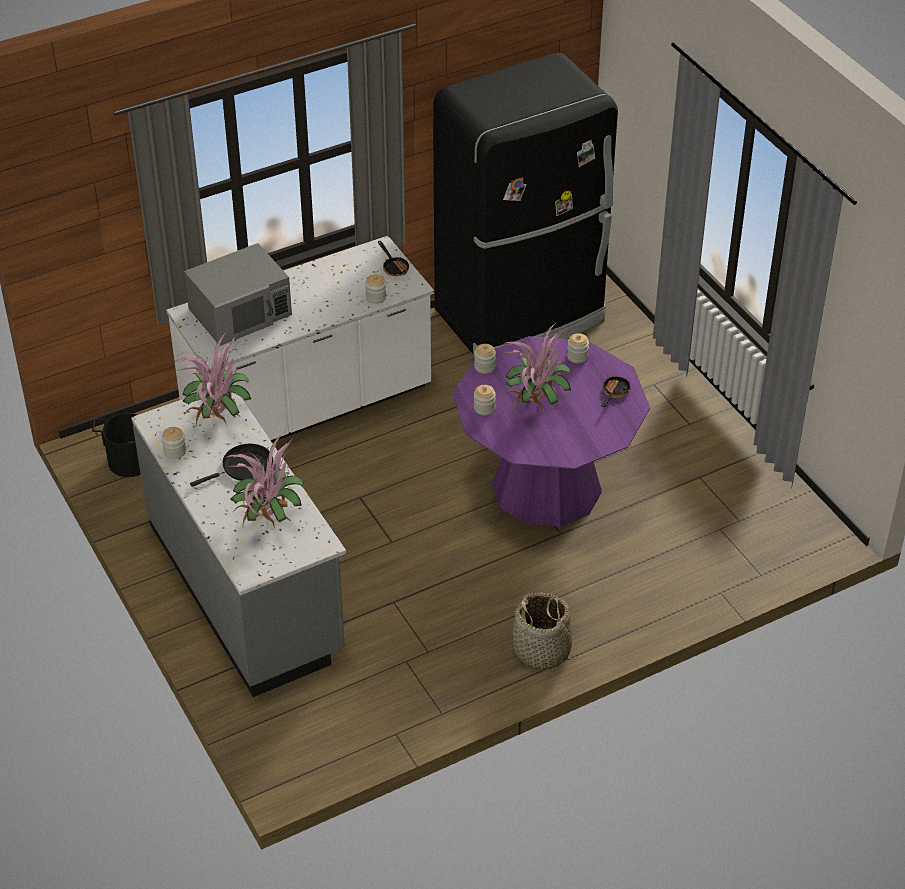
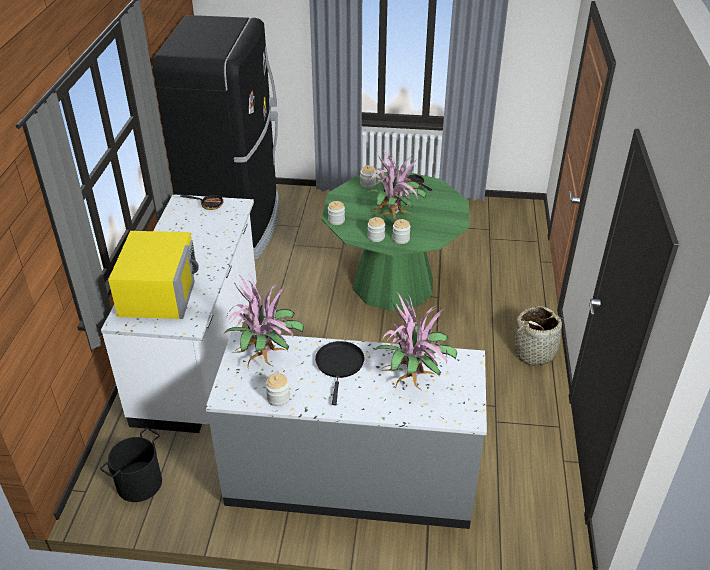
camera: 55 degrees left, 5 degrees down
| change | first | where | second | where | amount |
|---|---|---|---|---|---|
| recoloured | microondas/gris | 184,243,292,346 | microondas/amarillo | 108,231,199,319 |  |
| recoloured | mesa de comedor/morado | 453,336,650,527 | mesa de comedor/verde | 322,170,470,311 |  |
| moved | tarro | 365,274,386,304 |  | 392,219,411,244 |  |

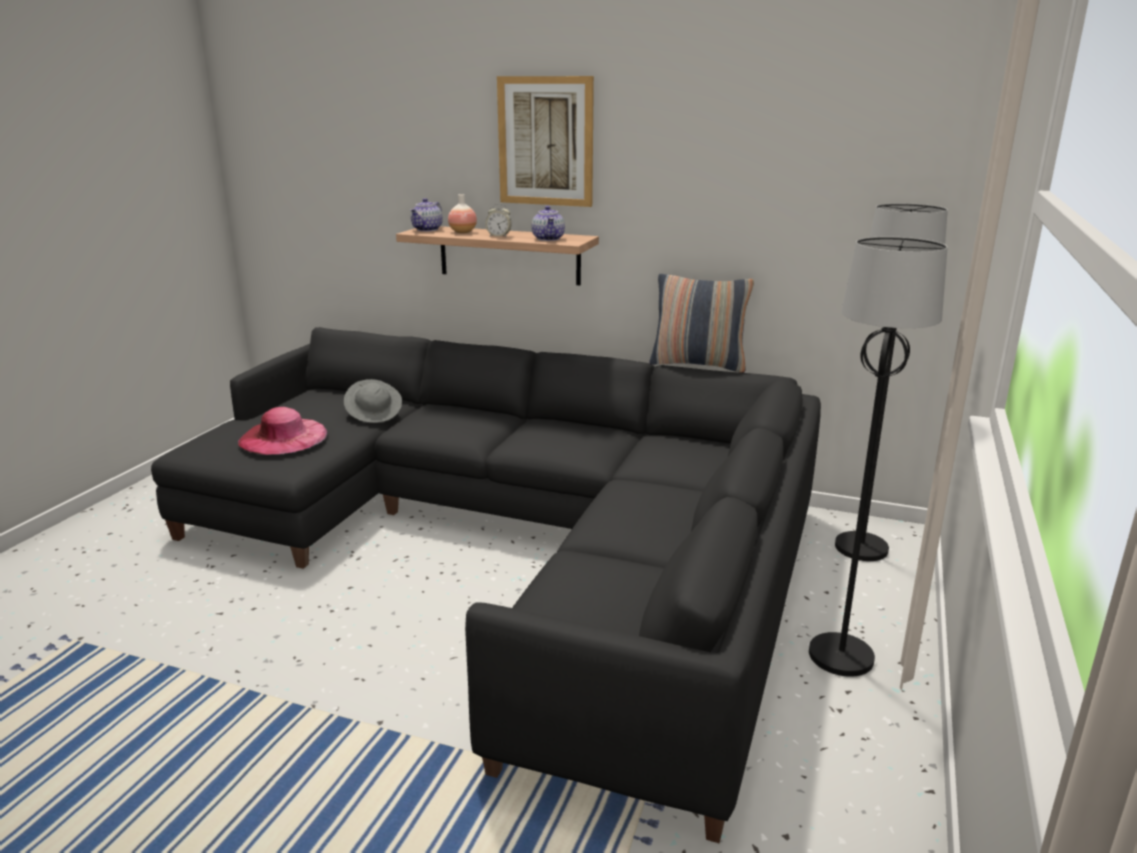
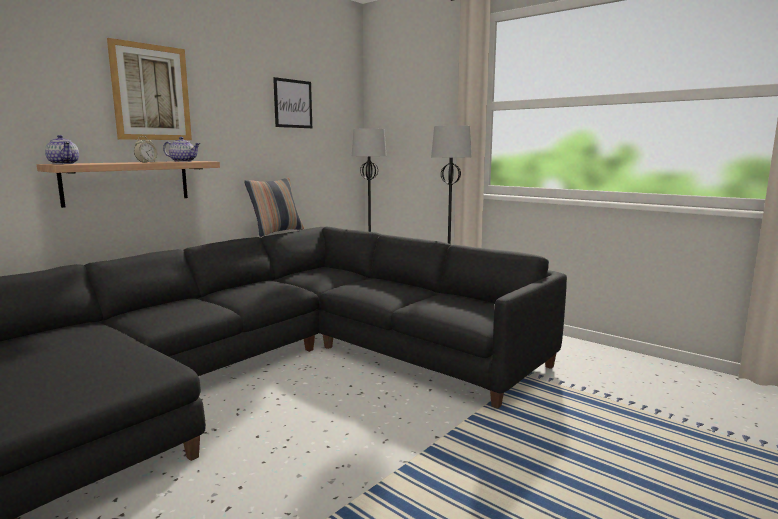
camera: 70 degrees left, 10 degrees down
| change | first | where | second | where | amount |
|---|---|---|---|---|---|
| added |  |  | cuadro | 273,77,312,128 |  |
| removed | sombrero/rosa | 238,407,327,455 |  |  |  |
| removed | sombrero/gris | 344,379,402,423 |  |  |  |
| removed | florero | 448,194,477,233 |  |  |  |

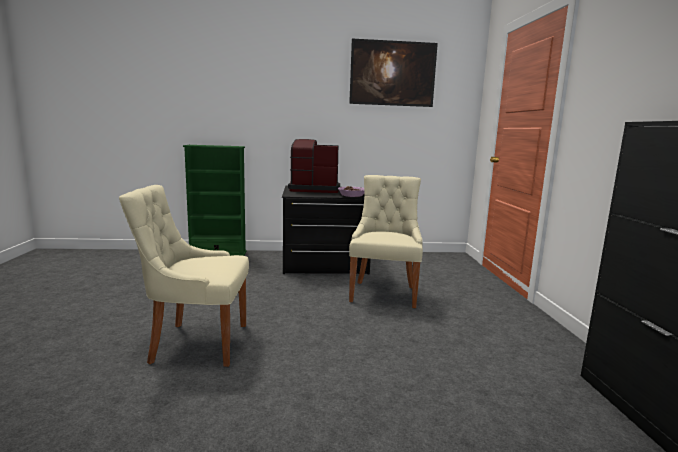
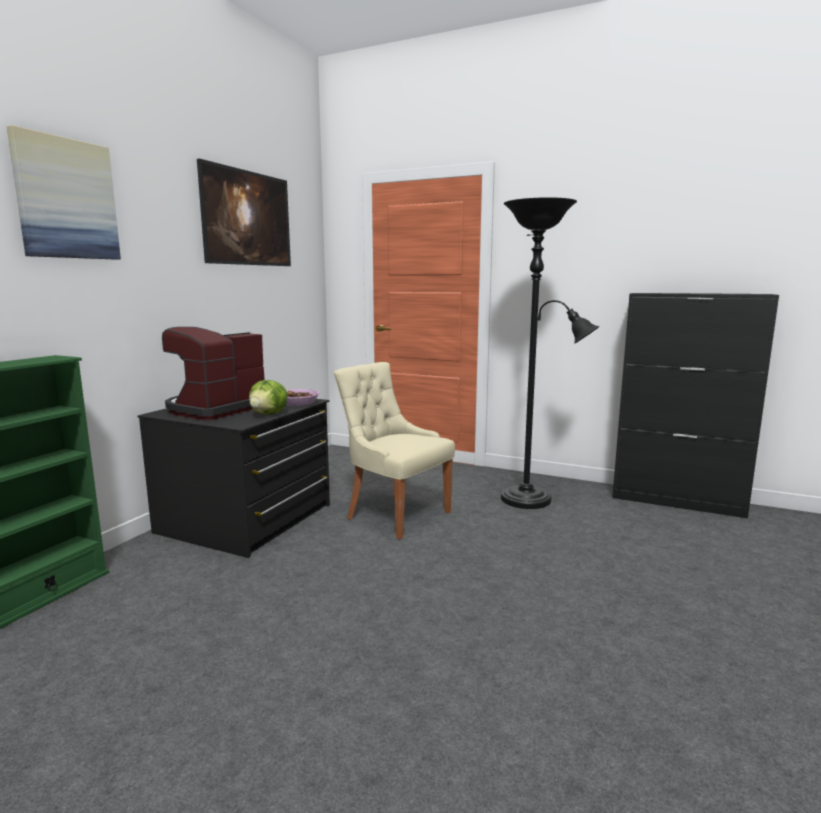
camera: 60 degrees left, 0 degrees up
| change | first | where | second | where | amount |
|---|---|---|---|---|---|
| added |  |  | cuadro | 7,125,121,260 |  |
| added |  |  | lechuga | 249,380,288,415 |  |
| added |  |  | lámpara de pie/negro | 501,197,600,509 |  |
| removed | silla/beis | 119,185,249,367 |  |  |  |

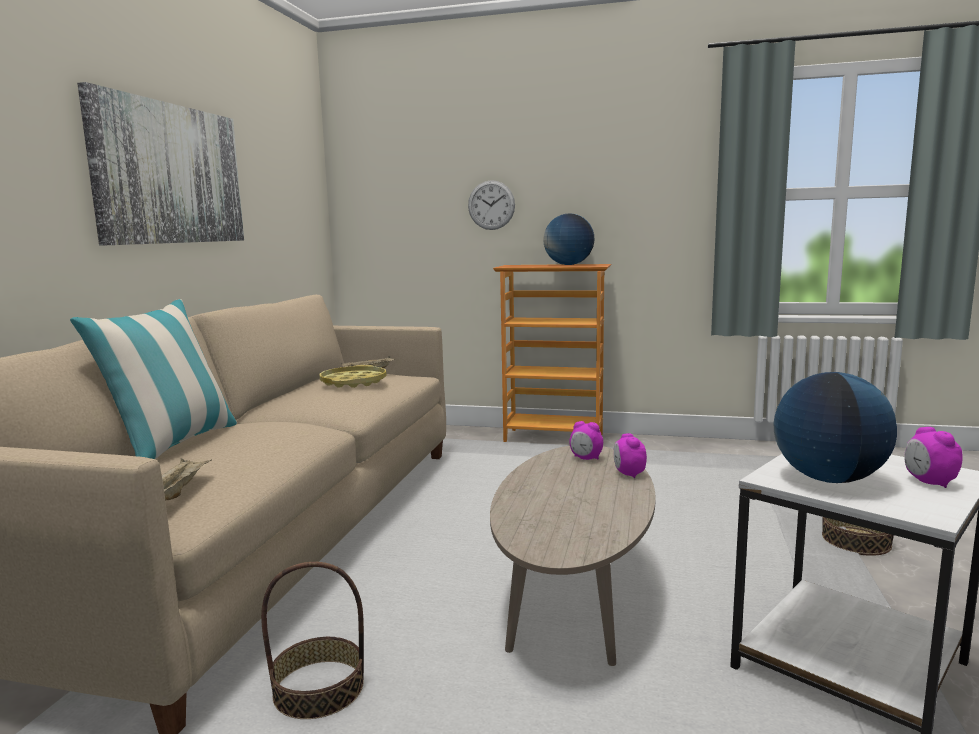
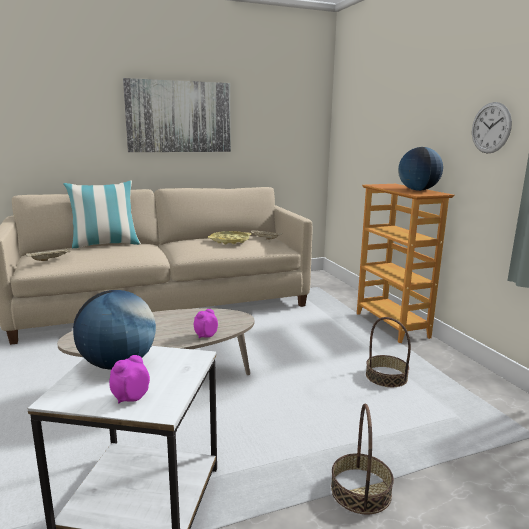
camera: 55 degrees right, 5 degrees up
| change | first | where | second | where | amount |
|---|---|---|---|---|---|
| moved | cesta | 261,562,364,719 |  | 366,317,411,387 |  |
| moved | reloj de pared | 468,180,515,230 |  | 472,102,512,153 |  |
| removed | despertador | 569,421,603,460 |  |  |  |

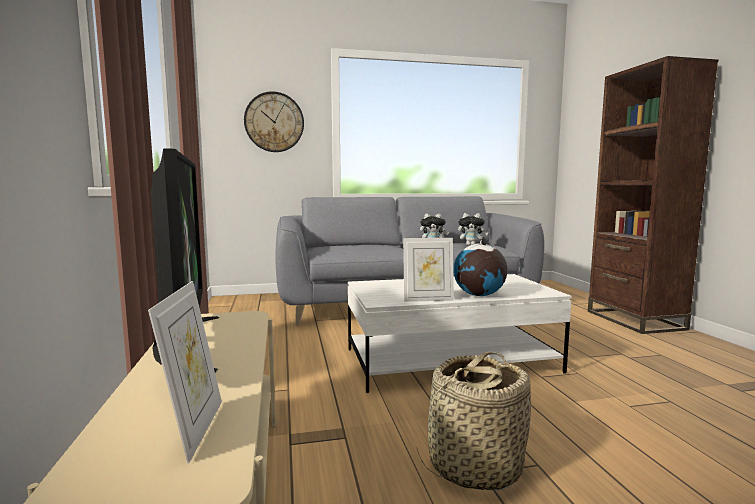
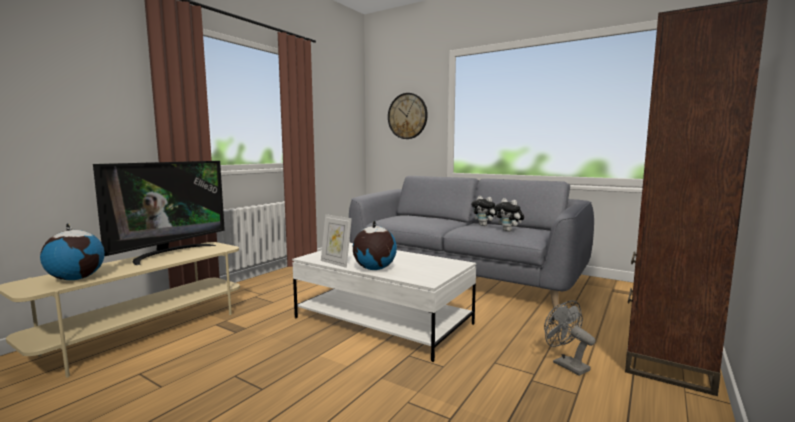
camera: 45 degrees right, 0 degrees up
| change | first | where | second | where | amount |
|---|---|---|---|---|---|
| replaced | portarretratos | 148,281,222,464 | globo terráqueo | 40,223,105,280 |  |
| added |  |  | ventilador/gris | 544,300,596,376 |  |
| removed | cesta | 416,352,531,490 |  |  |  |

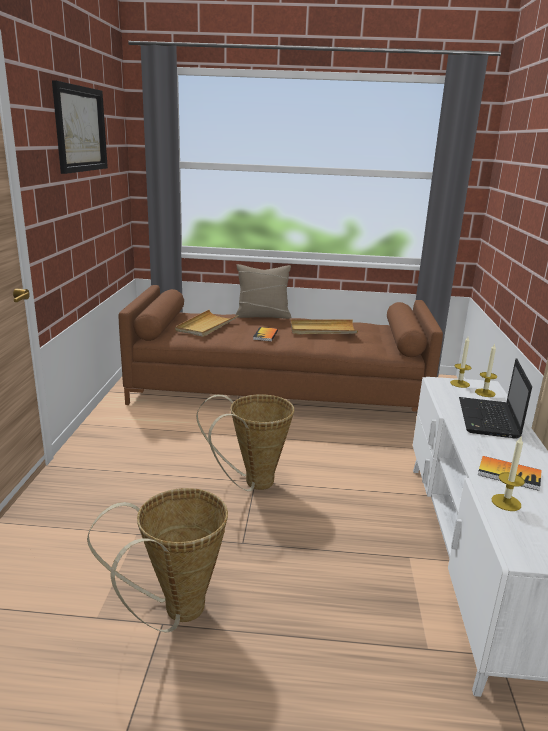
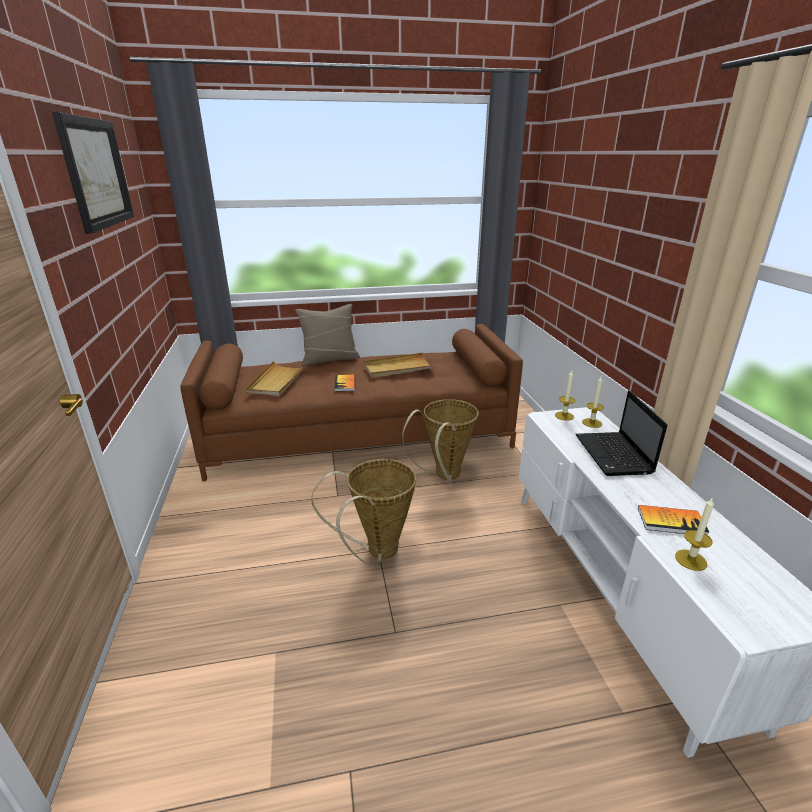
camera: 15 degrees left, 5 degrees up
| change | first | where | second | where | amount |
|---|---|---|---|---|---|
| moved | cesta | 87,488,228,632 |  | 402,399,479,483 |  |

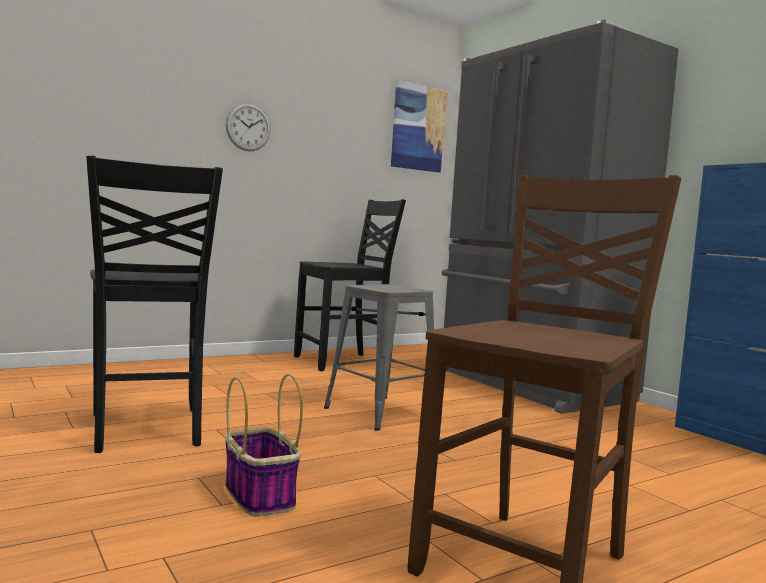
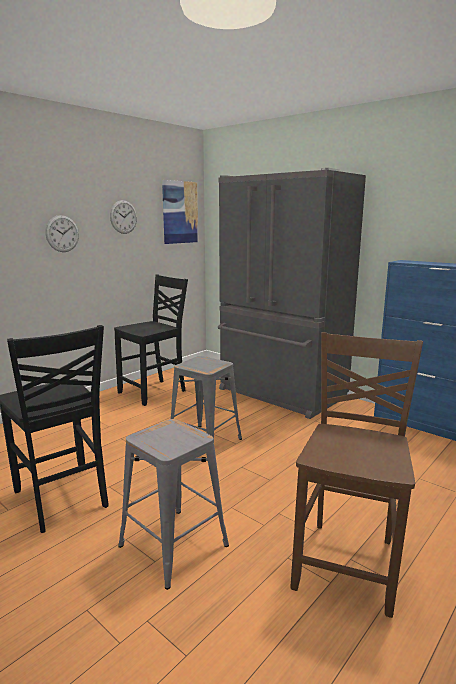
camera: 15 degrees left, 10 degrees up
| change | first | where | second | where | amount |
|---|---|---|---|---|---|
| added |  |  | reloj de pared | 110,200,137,234 |  |
| replaced | cesta | 225,373,303,517 | taburete/gris | 118,419,229,590 |  |

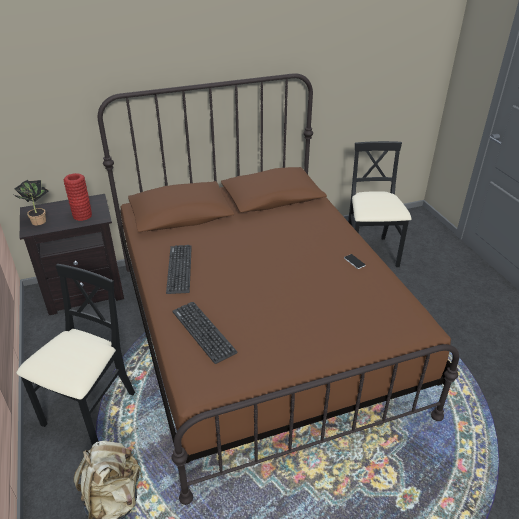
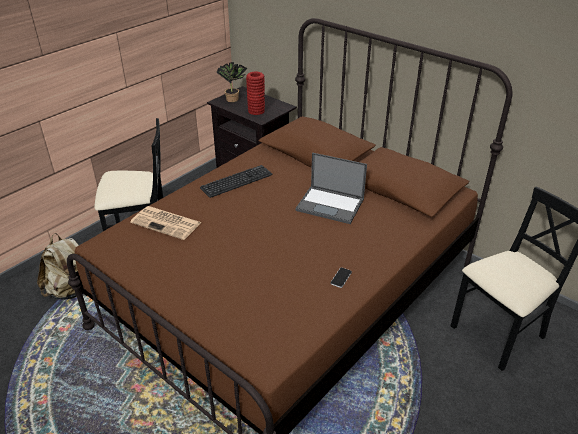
camera: 60 degrees right, 0 degrees up
| change | first | where | second | where | amount |
|---|---|---|---|---|---|
| replaced | teclado | 172,302,238,364 | periódico | 130,206,202,240 |  |
| added |  |  | portátil | 295,152,367,224 |  |

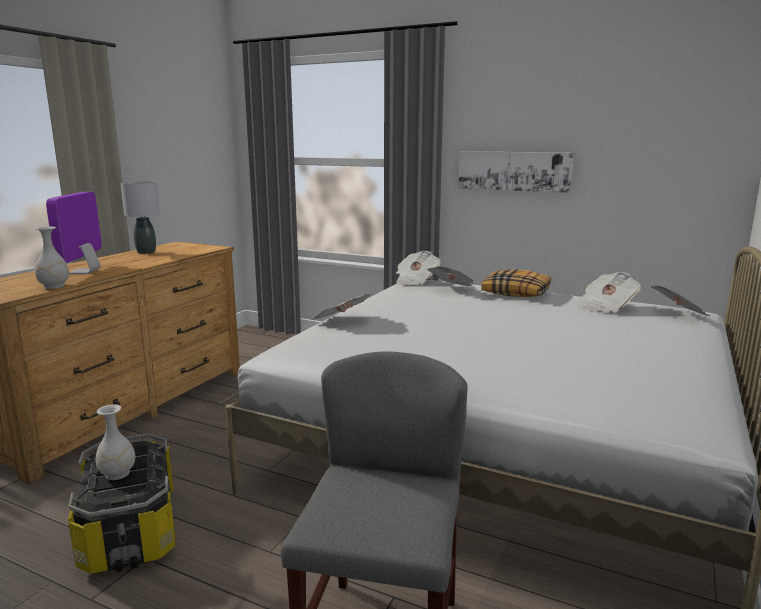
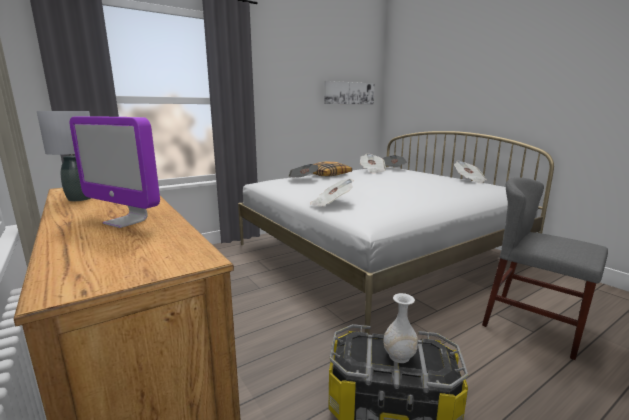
camera: 60 degrees left, 0 degrees up
| change | first | where | second | where | amount |
|---|---|---|---|---|---|
| moved | cuadro | 459,151,574,193 |  | 324,81,375,105 |  |
| moved | periódico | 396,251,440,285 |  | 454,161,487,184 |  |
| removed | florero/blanco | 35,227,69,289 |  |  |  |

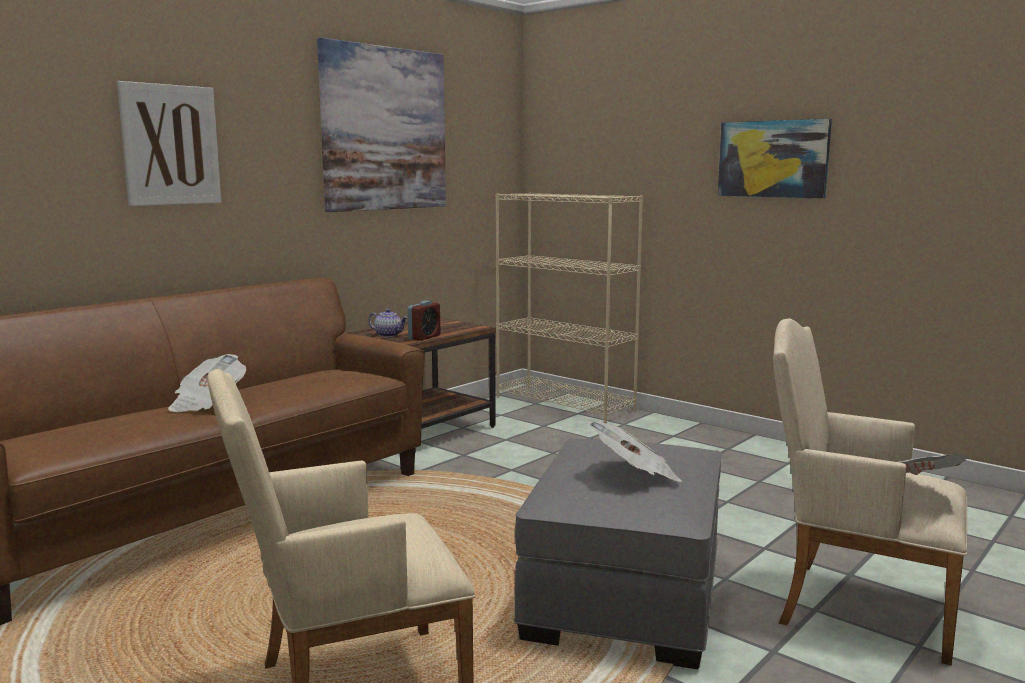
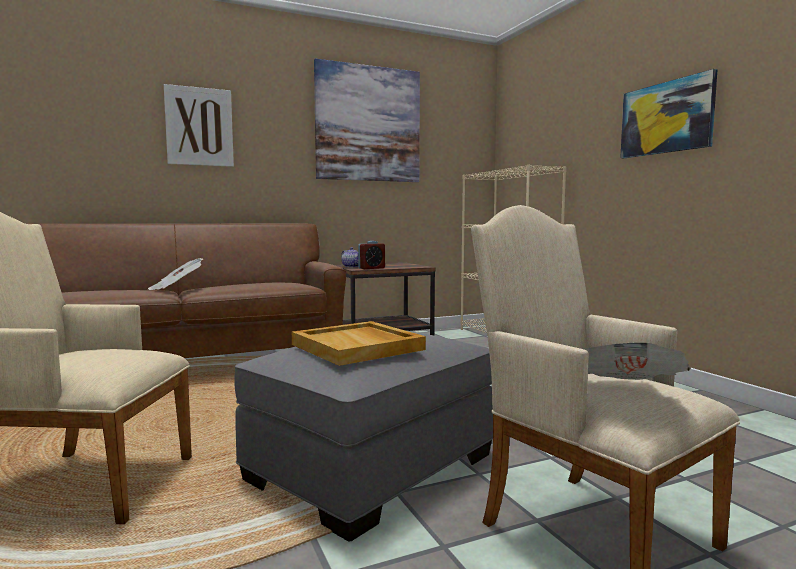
camera: 25 degrees right, 5 degrees down
| change | first | where | second | where | amount |
|---|---|---|---|---|---|
| replaced | periódico | 587,421,683,482 | bandeja/beis | 292,321,426,366 |  |

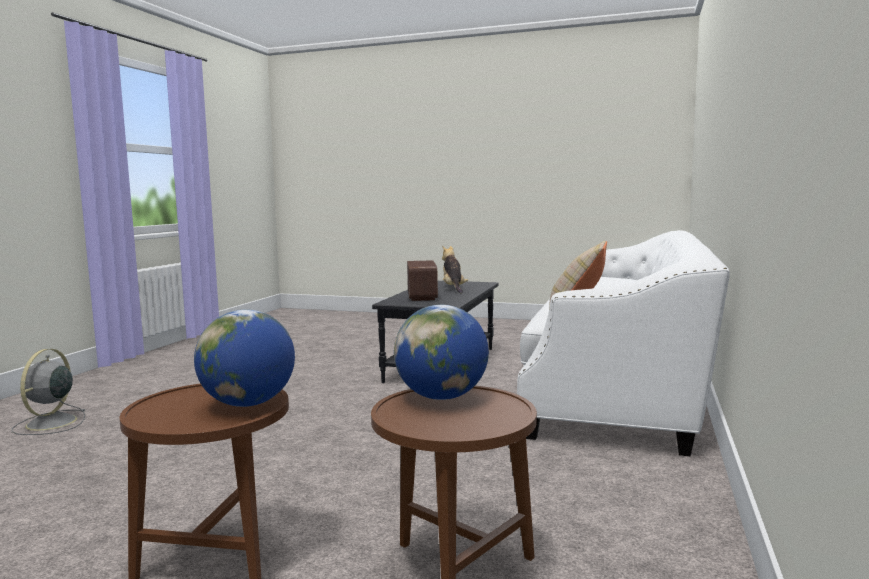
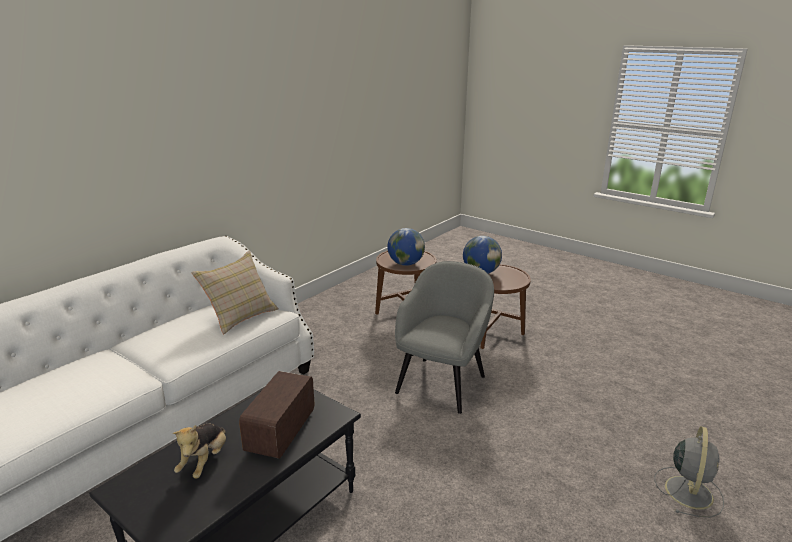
camera: 160 degrees left, 15 degrees up
| change | first | where | second | where | amount |
|---|---|---|---|---|---|
| added |  |  | sillón/gris | 395,261,494,414 |  |

